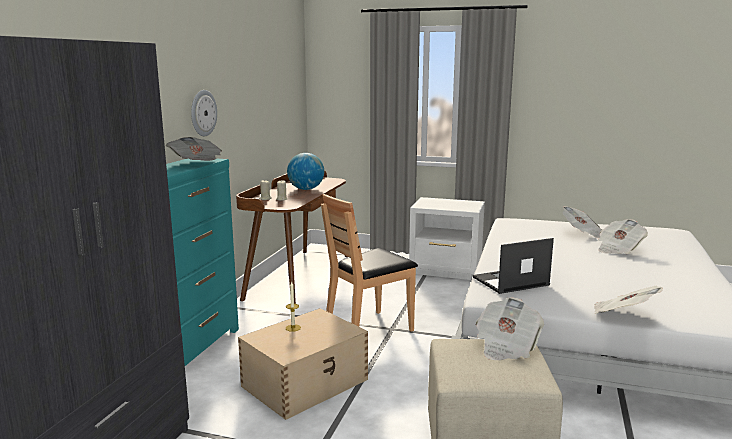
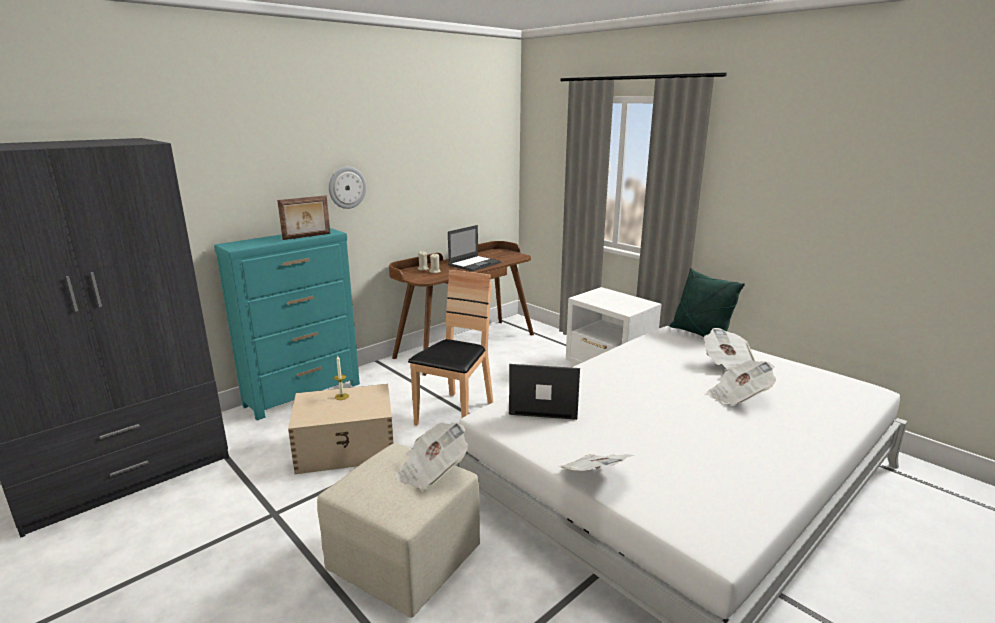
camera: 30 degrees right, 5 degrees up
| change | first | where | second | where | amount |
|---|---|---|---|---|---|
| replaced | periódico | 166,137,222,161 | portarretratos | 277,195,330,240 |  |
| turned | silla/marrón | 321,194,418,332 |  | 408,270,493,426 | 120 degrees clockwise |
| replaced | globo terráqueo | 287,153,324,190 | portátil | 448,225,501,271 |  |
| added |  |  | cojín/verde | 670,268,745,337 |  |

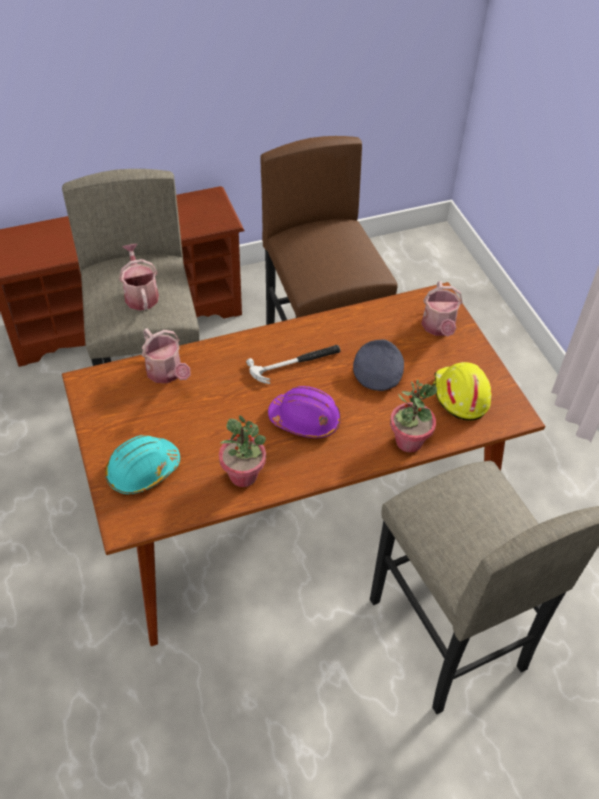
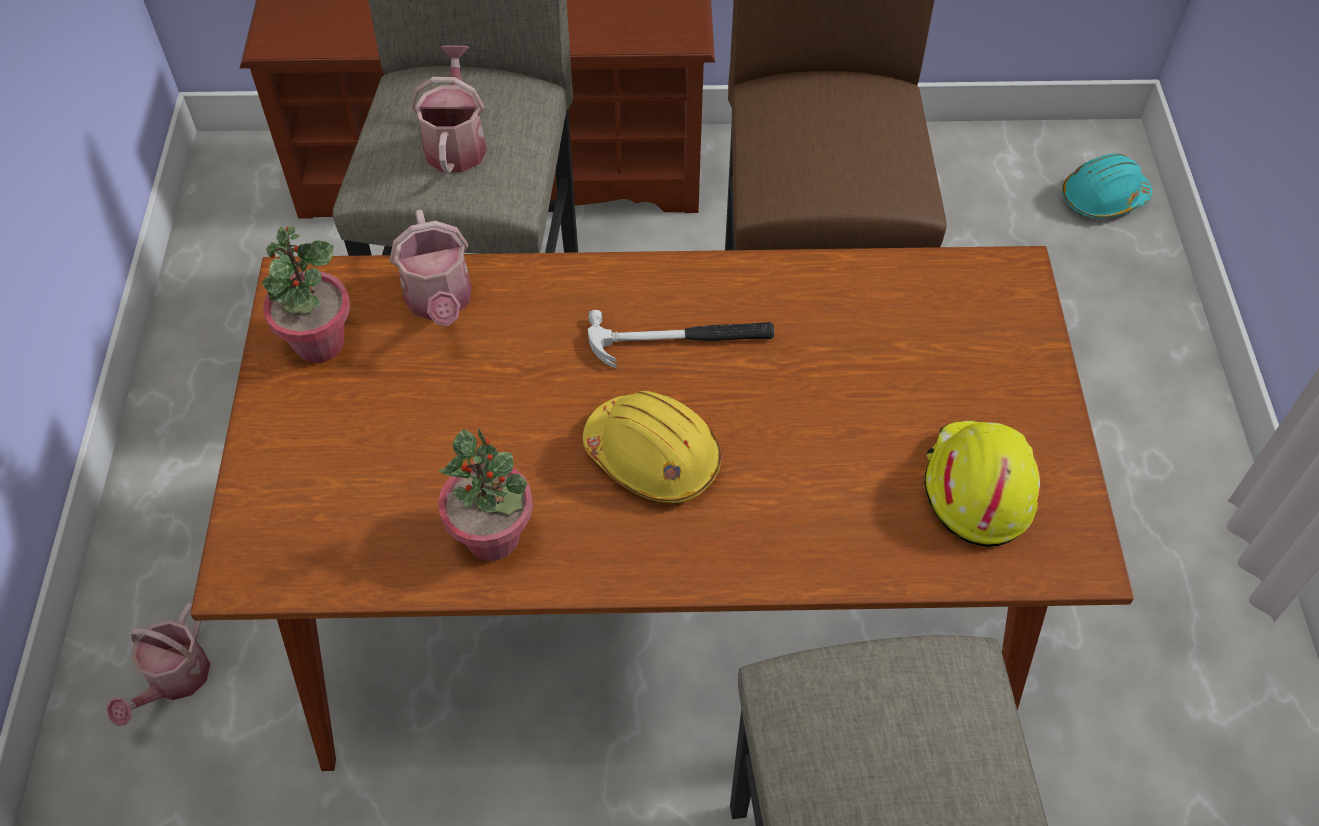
camera: 20 degrees right, 5 degrees up
| change | first | where | second | where | amount |
|---|---|---|---|---|---|
| moved | regadera | 421,281,463,336 |  | 106,602,211,726 |  |
| moved | planta en maceta | 390,380,437,452 |  | 262,226,350,363 |  |
| recoloured | casco/morado | 268,386,341,438 | casco/amarillo | 583,391,721,503 |  |
| moved | casco/turquesa | 105,435,180,494 |  | 1062,153,1152,218 |  |
| removed | gorra/gris | 353,340,404,391 |  |  |  |

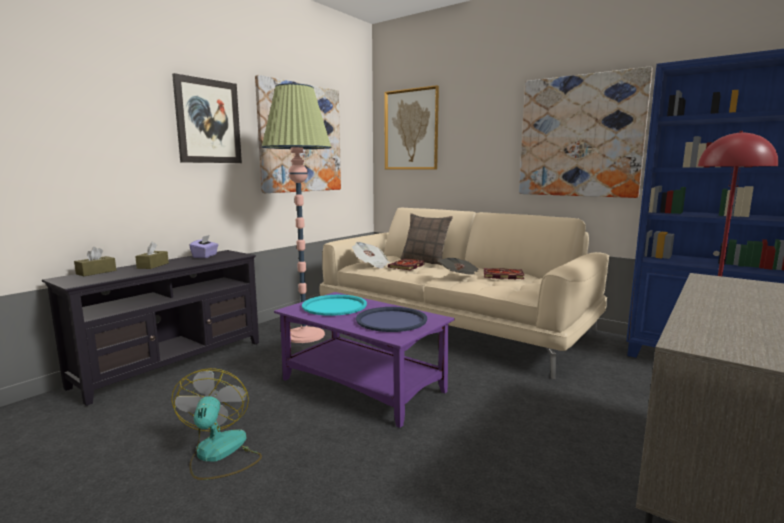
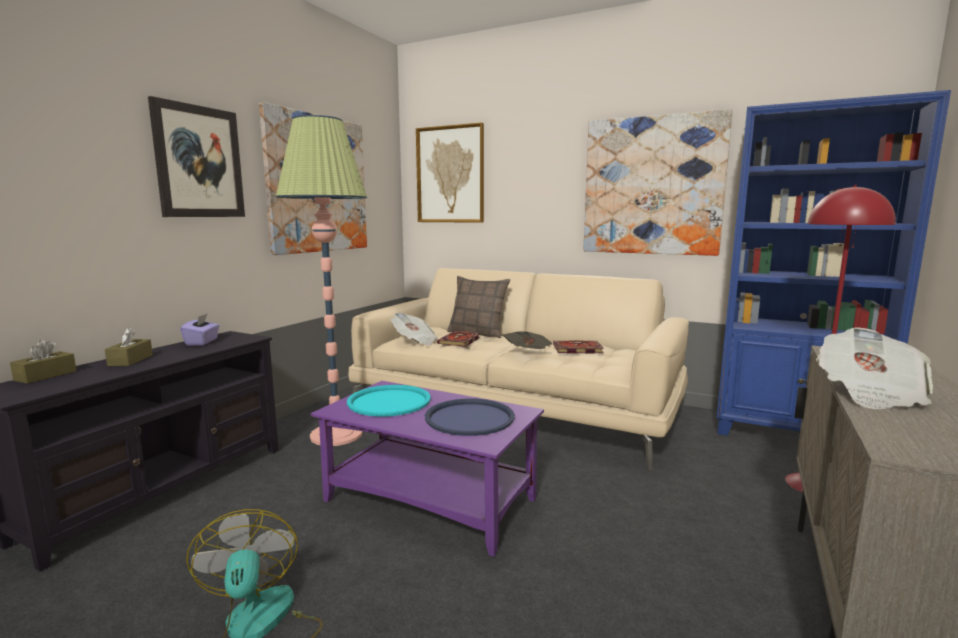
camera: 10 degrees left, 0 degrees up
| change | first | where | second | where | amount |
|---|---|---|---|---|---|
| added |  |  | periódico | 816,327,933,409 |  |

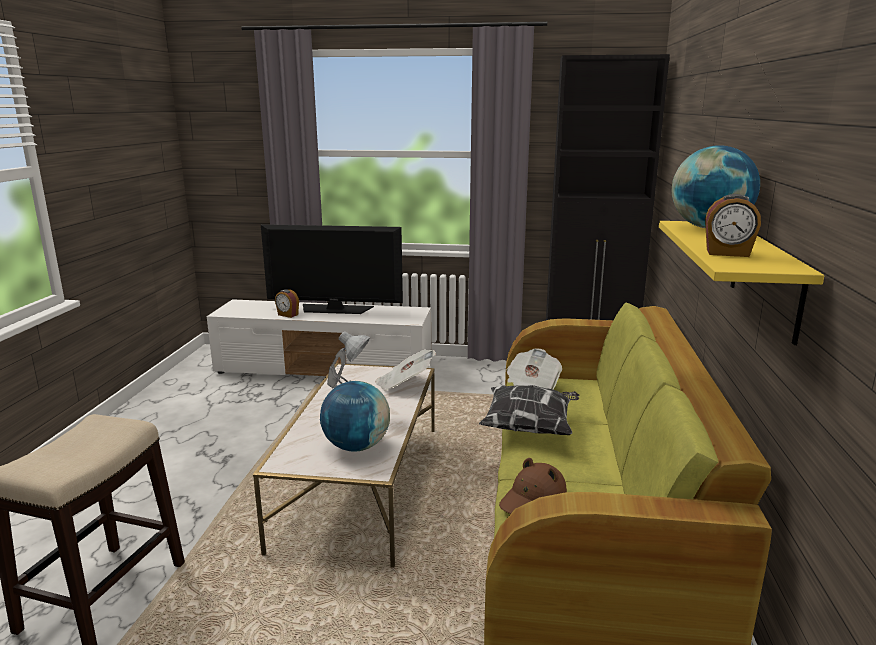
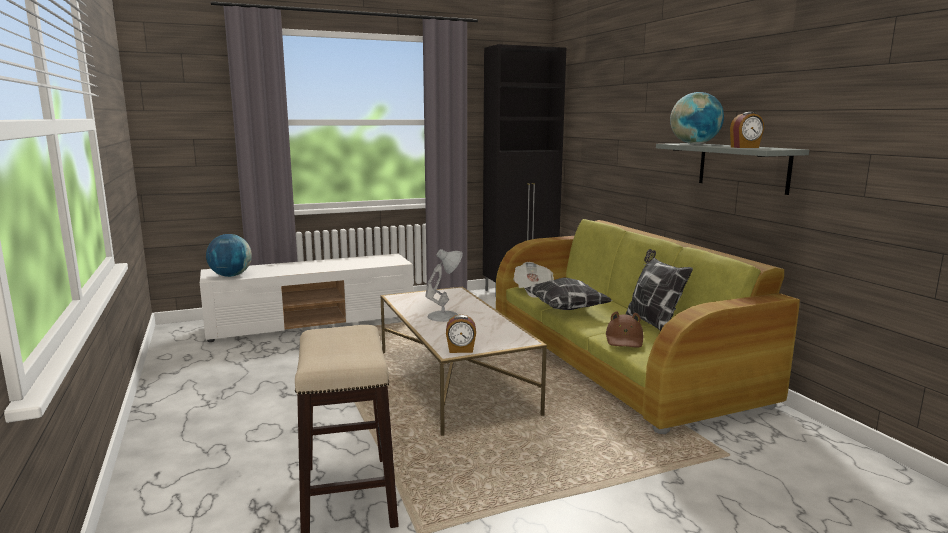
camera: 30 degrees left, 5 degrees down
| change | first | where | second | where | amount |
|---|---|---|---|---|---|
| moved | globo terráqueo | 320,381,390,452 |  | 206,234,252,277 |  |
| moved | despertador | 275,289,299,318 |  | 446,314,476,353 |  |
| added |  |  | cojín | 626,249,693,331 |  |
| recoloured | estante/amarillo | 659,221,824,345 | estante/gris | 656,143,809,195 |  |
| removed | televisor | 261,224,403,314 |  |  |  |
| removed | periódico | 375,349,436,391 |  |  |  |

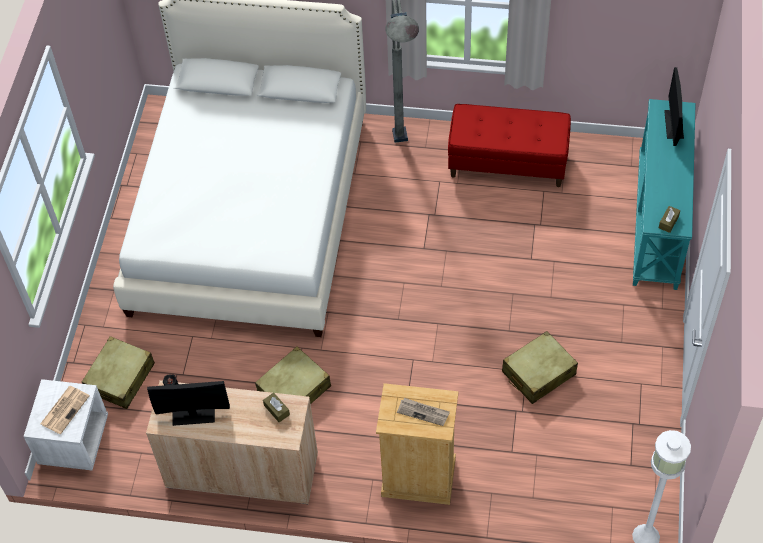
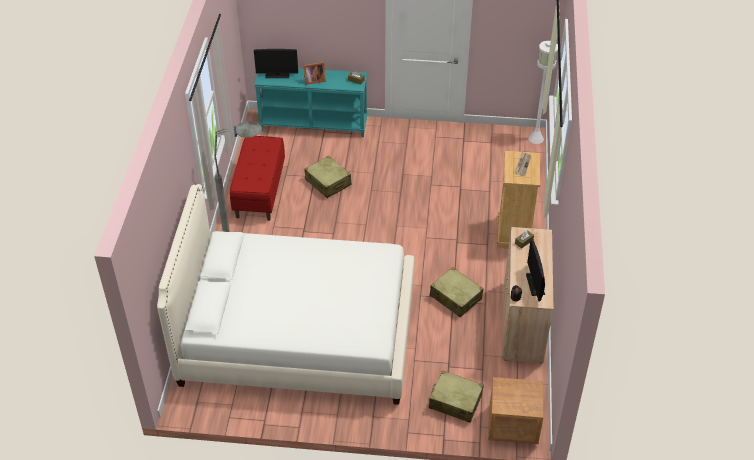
camera: 95 degrees left, 10 degrees down
| change | first | where | second | where | amount |
|---|---|---|---|---|---|
| added |  |  | portarretratos | 304,62,326,85 |  |
| moved | maleta/beis | 502,331,578,404 |  | 304,156,352,198 |  |
| recoloured | mesita de noche/blanco | 23,379,108,470 | mesita de noche/marrón | 488,377,543,444 |  |
| removed | periódico | 40,386,90,434 |  |  |  |

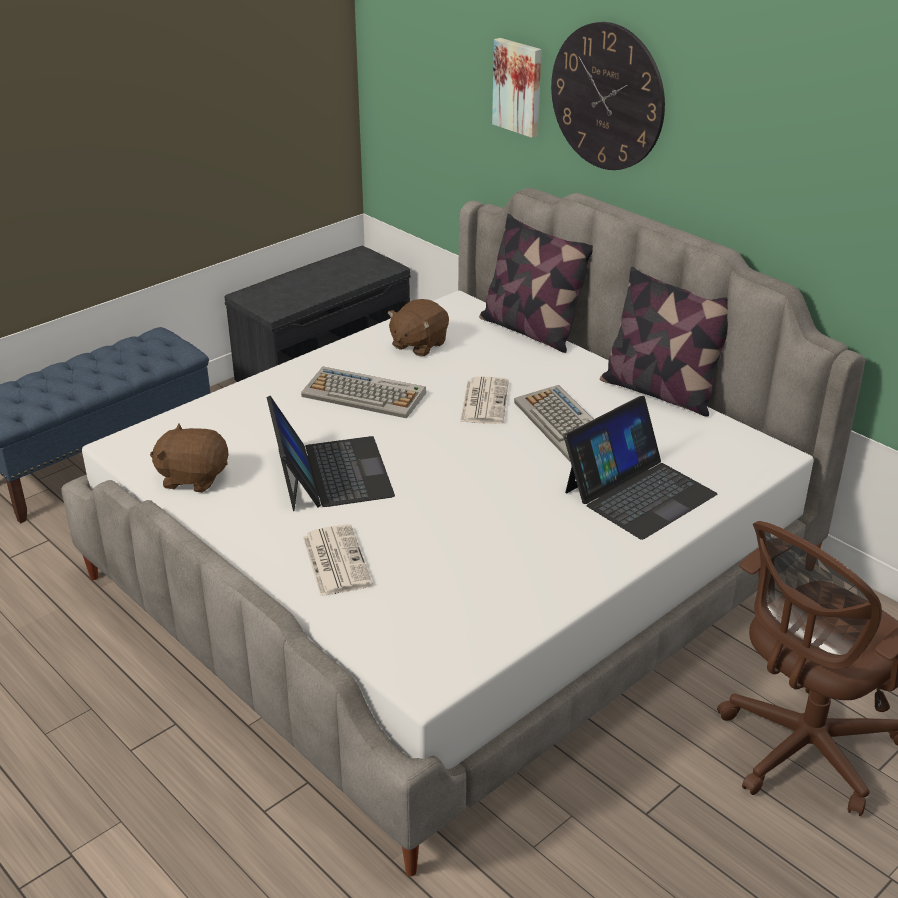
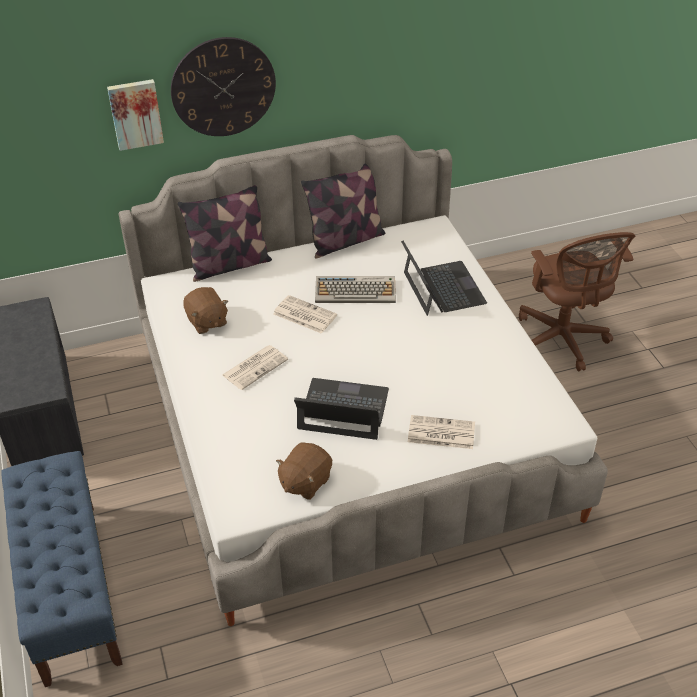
camera: 65 degrees left, 10 degrees up
| change | first | where | second | where | amount |
|---|---|---|---|---|---|
| replaced | teclado | 301,367,426,419 | periódico | 222,345,288,390 |  |

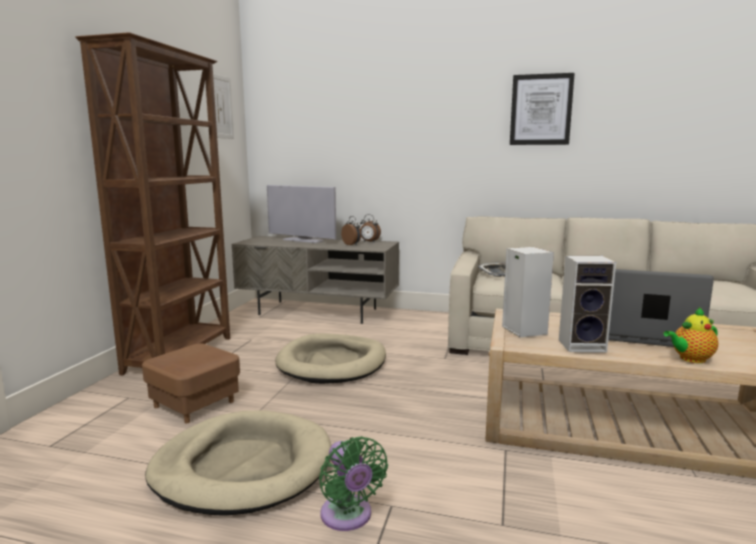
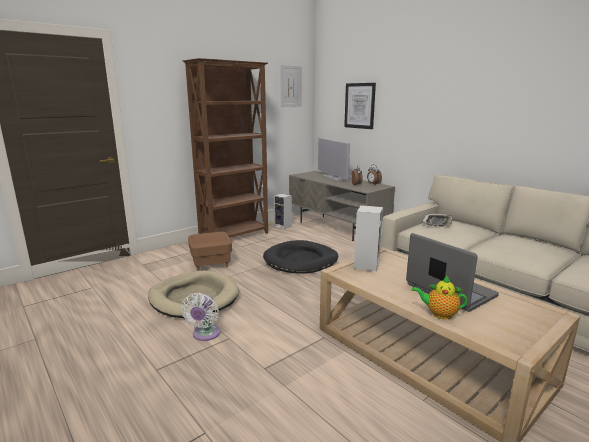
camera: 35 degrees right, 5 degrees up
| change | first | where | second | where | amount |
|---|---|---|---|---|---|
| recoloured | ventilador/verde | 319,436,388,531 | ventilador/blanco | 181,293,221,341 |  |
| recoloured | cama para perro/beis | 275,333,386,384 | cama para perro/negro | 263,240,338,274 |  |
| moved | altavoz | 559,255,616,353 |  | 274,193,292,229 |  |
| moved | cuadro | 510,73,575,145 |  | 344,83,376,129 |  |

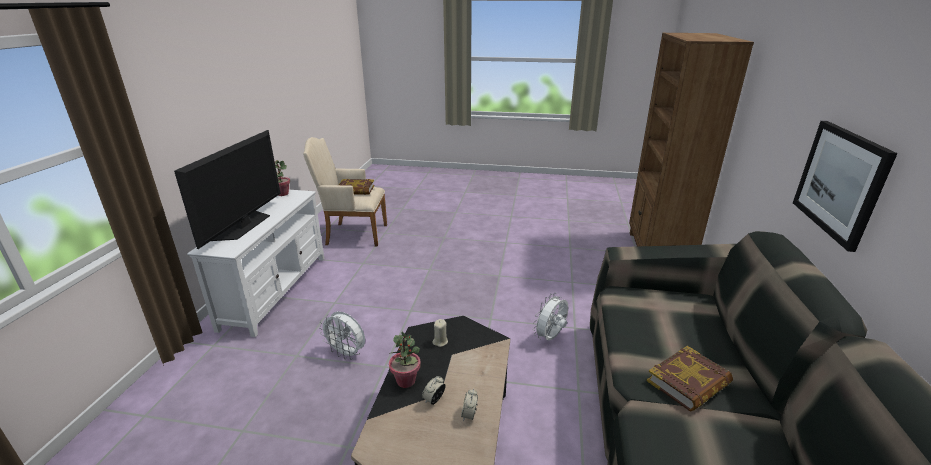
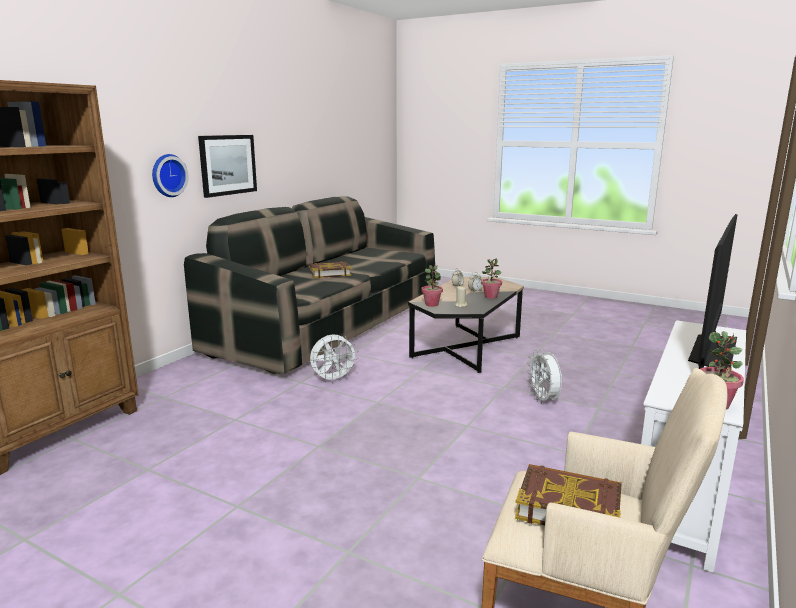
camera: 160 degrees left, 10 degrees down
| change | first | where | second | where | amount |
|---|---|---|---|---|---|
| added |  |  | reloj de pared | 152,154,189,197 |  |
| added |  |  | planta en maceta | 421,265,443,307 |  |
| turned | ventilador/blanco | 319,311,365,360 |  | 527,350,562,404 | 150 degrees counterclockwise |

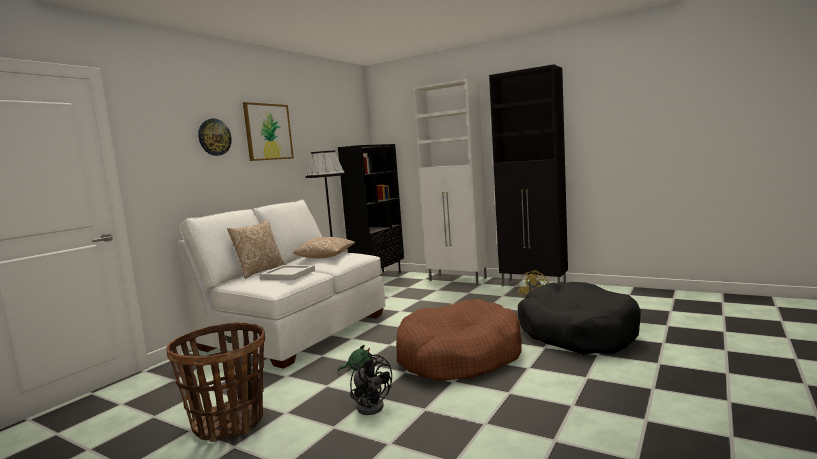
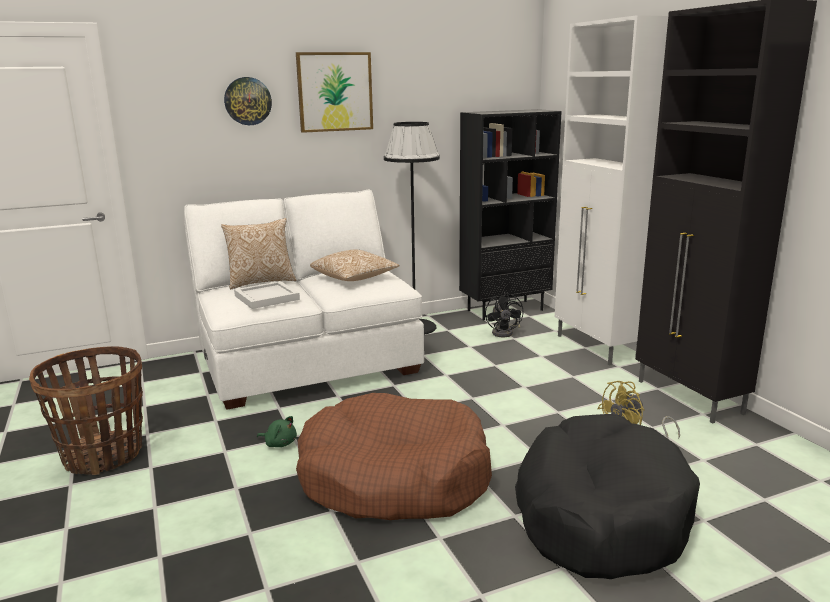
camera: 35 degrees right, 10 degrees up
| change | first | where | second | where | amount |
|---|---|---|---|---|---|
| moved | ventilador/negro | 350,353,392,415 |  | 485,292,523,337 |  |

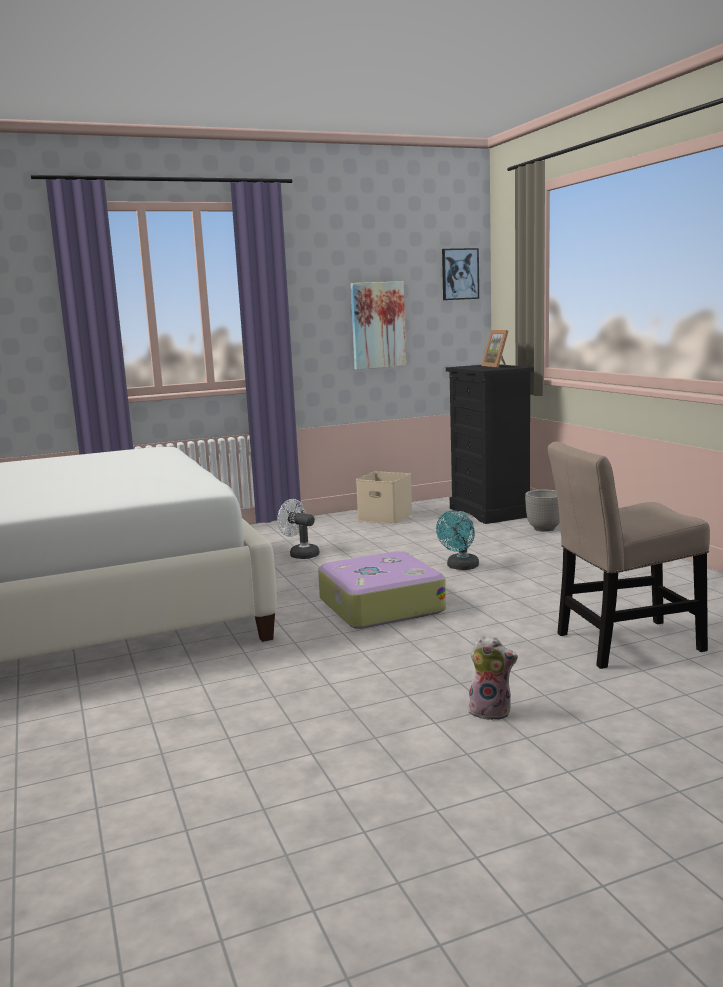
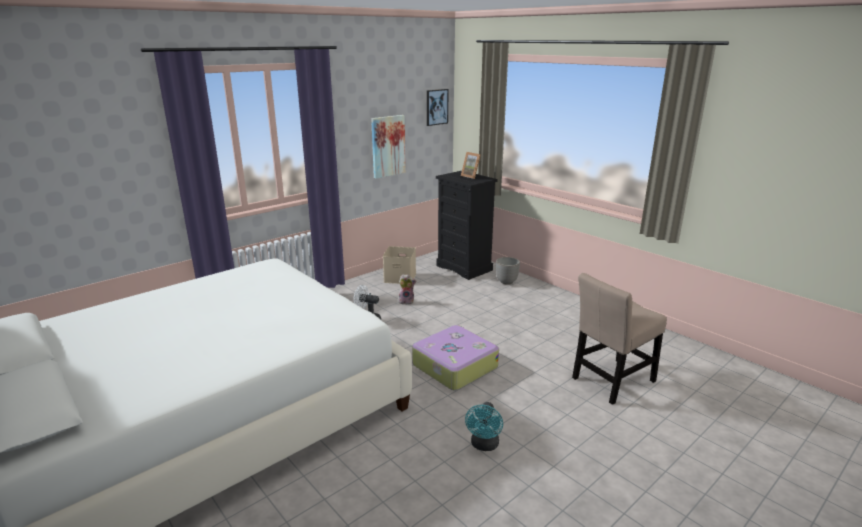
camera: 20 degrees left, 10 degrees up
| change | first | where | second | where | amount |
|---|---|---|---|---|---|
| moved | peluche | 468,636,518,720 |  | 398,274,416,305 |  |
| moved | ventilador/turquesa | 436,511,479,570 |  | 465,402,503,451 |  |

